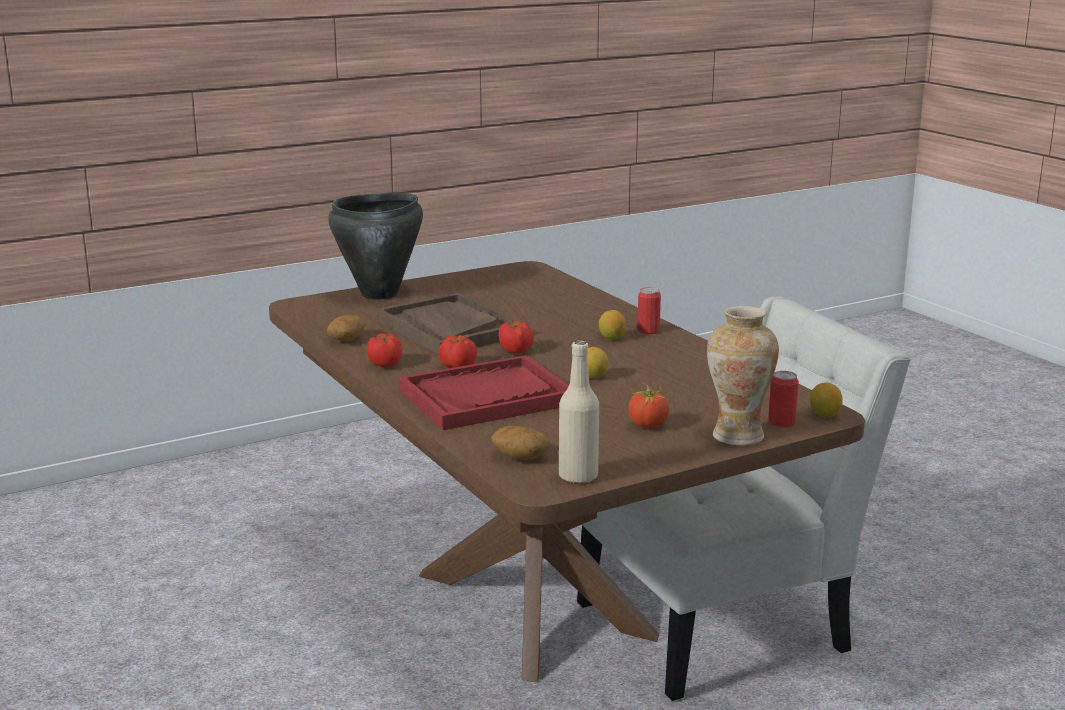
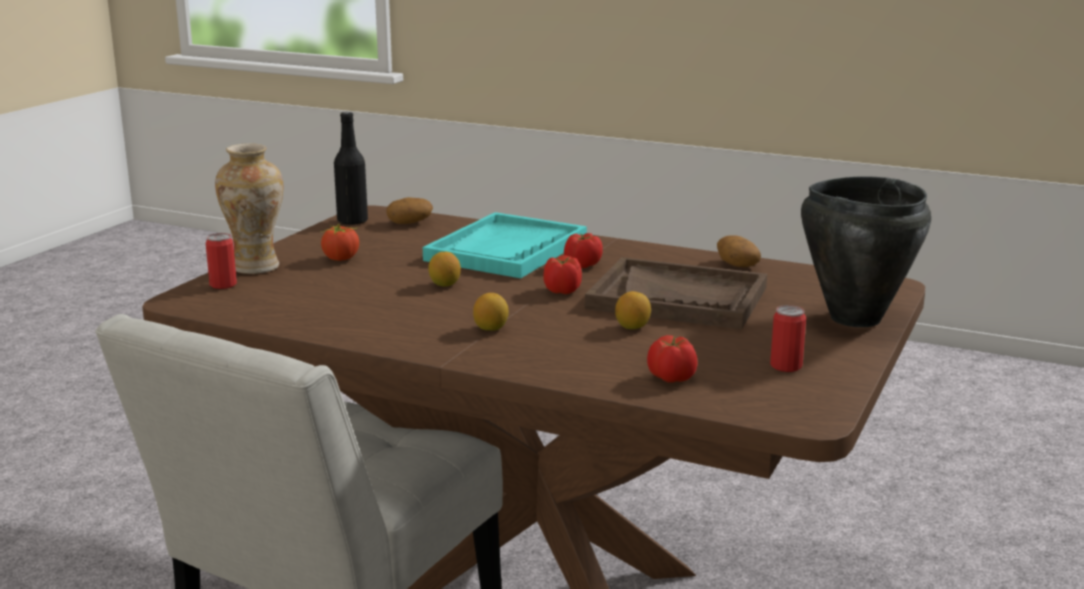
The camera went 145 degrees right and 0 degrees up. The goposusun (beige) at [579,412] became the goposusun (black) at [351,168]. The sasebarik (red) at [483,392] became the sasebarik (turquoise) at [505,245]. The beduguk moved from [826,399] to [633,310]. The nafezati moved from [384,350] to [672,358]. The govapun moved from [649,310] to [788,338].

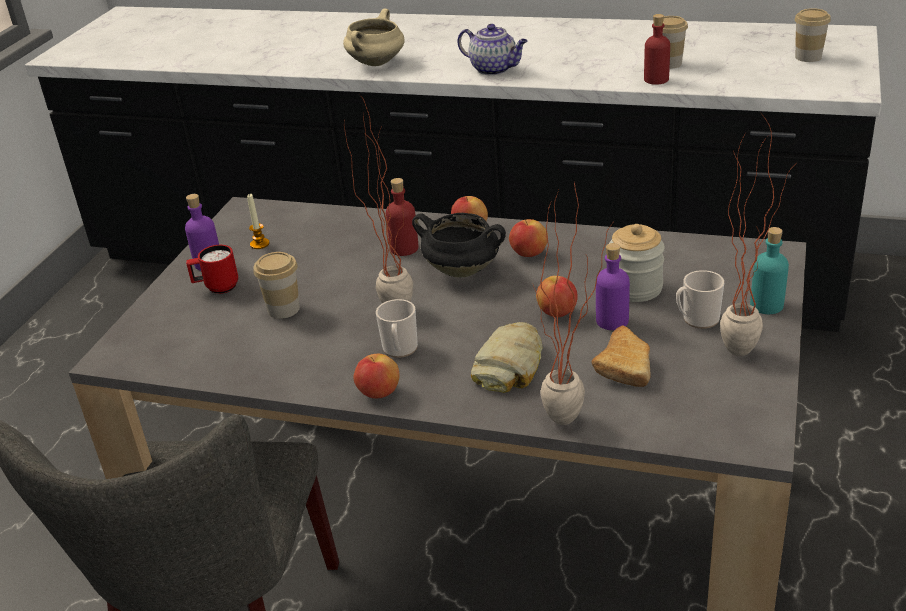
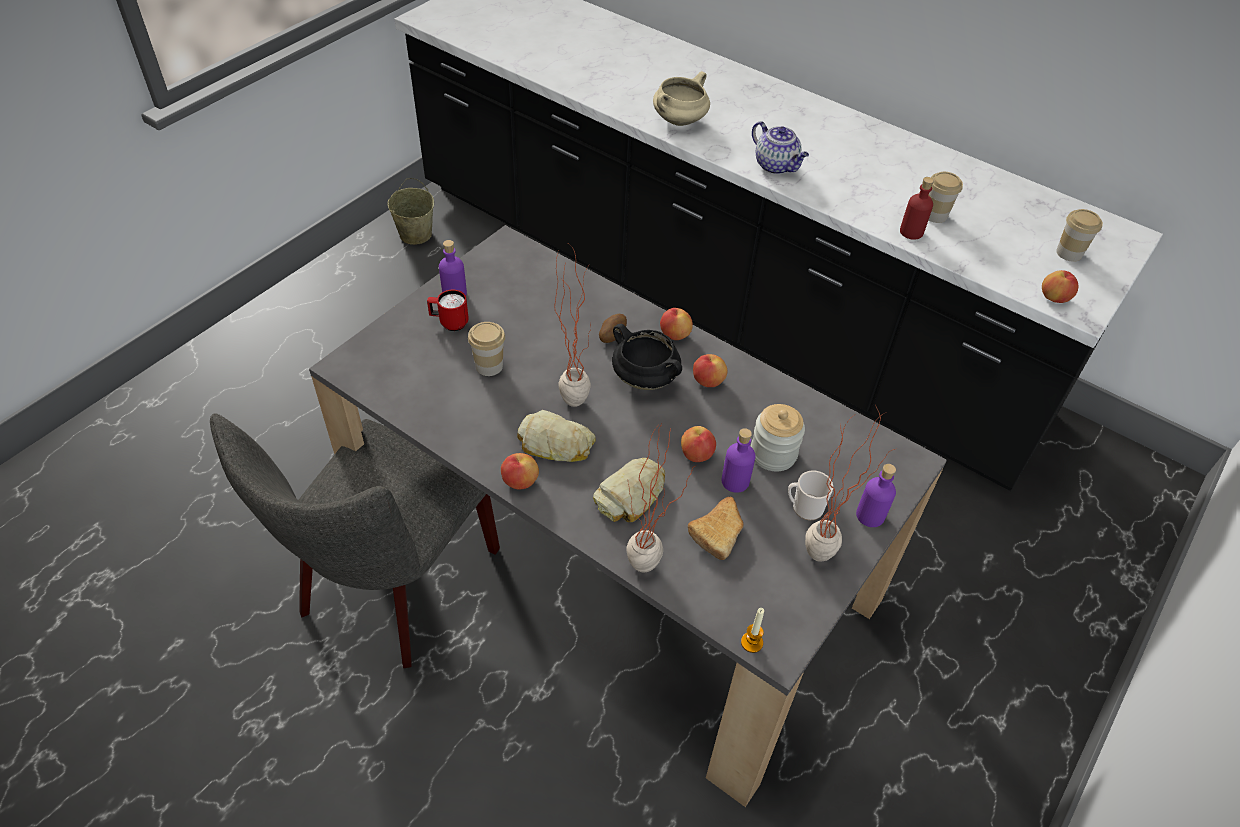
The camera went 15 degrees right and 15 degrees up. The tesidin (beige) at [411,211] appeared. The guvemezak at [397,328] was replaced by the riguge at [556,436]. The goposusun (red) at [402,217] was replaced by the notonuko at [613,328]. The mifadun moved from [258,221] to [752,630]. The goposusun (turquoise) at [769,270] became the goposusun (purple) at [876,495]. The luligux at [1060,286] appeared.

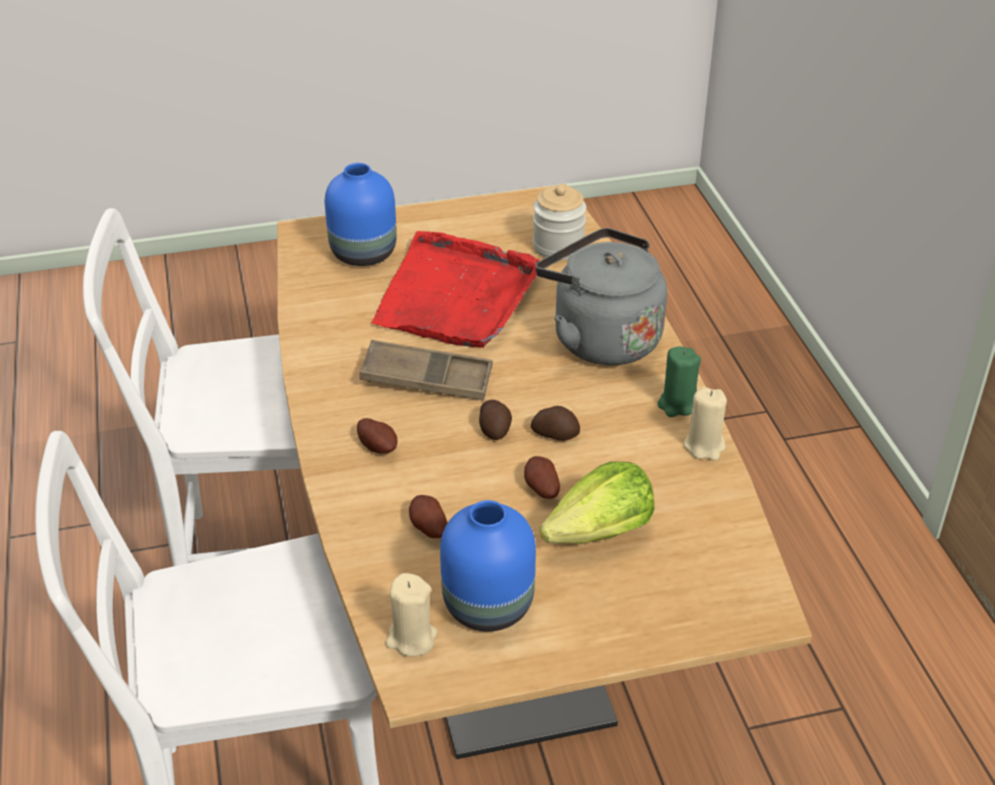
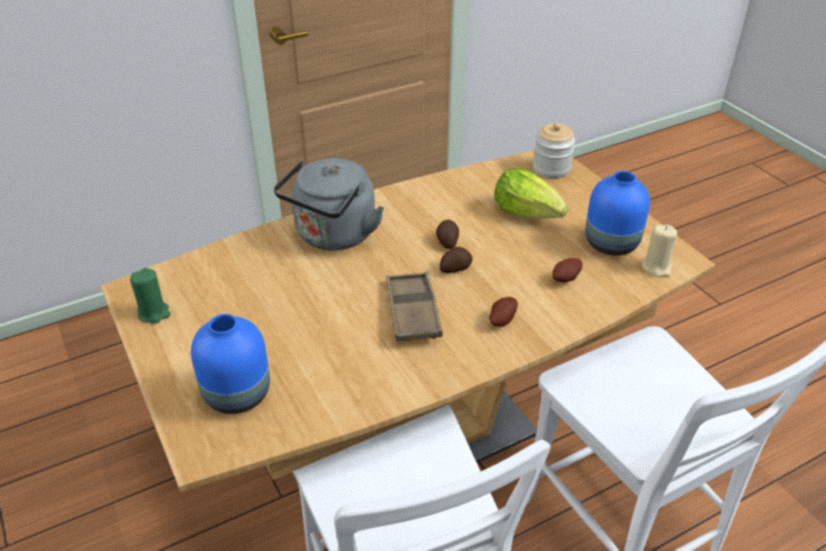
The camera went 105 degrees left and 0 degrees up. The mifadun (green) moved from [679,382] to [150,296]. The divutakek moved from [559,222] to [554,151]. The sasebarik (red) at [455,289] disappeared. The notonuko at [542,477] disappeared. The mifadun (beige) at [705,424] disappeared.

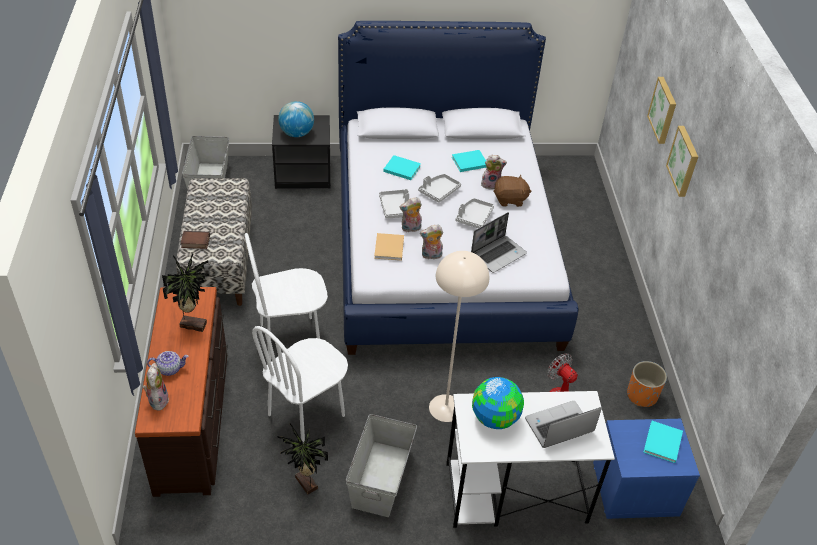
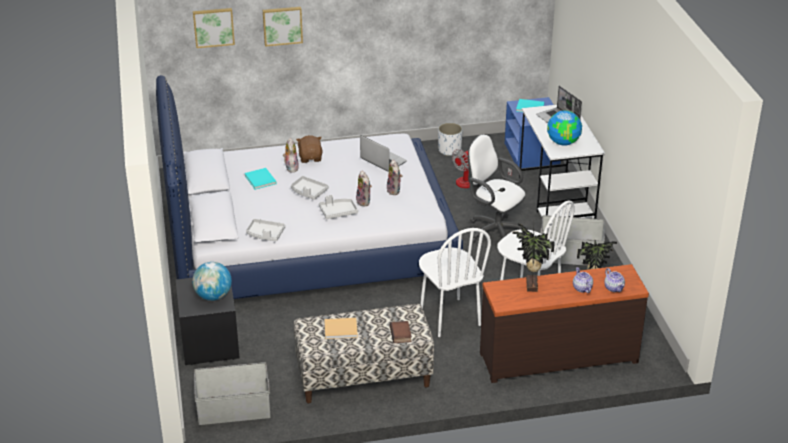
The camera went 95 degrees left and 10 degrees down. The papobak moved from [682,161] to [214,28]. The sasebarik (grey) moved from [474,213] to [265,230]. The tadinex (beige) moved from [389,247] to [341,328]. The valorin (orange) at [647,384] became the valorin (white) at [450,139]. The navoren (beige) at [459,336] was replaced by the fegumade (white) at [498,188]. The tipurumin at [156,387] was replaced by the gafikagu at [614,280]. The tadinex (turquoise) at [402,167] disappeared.

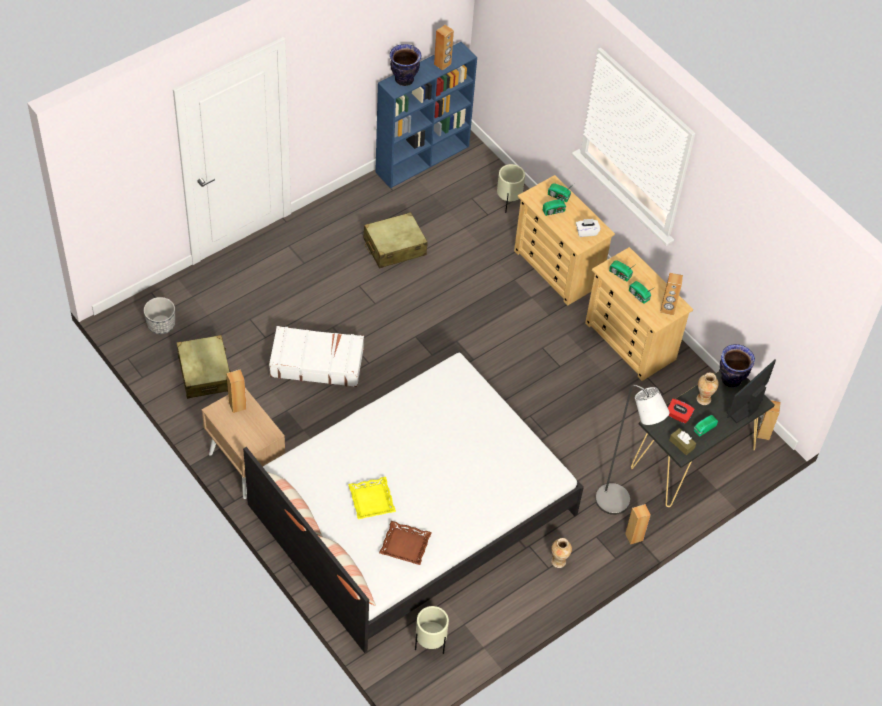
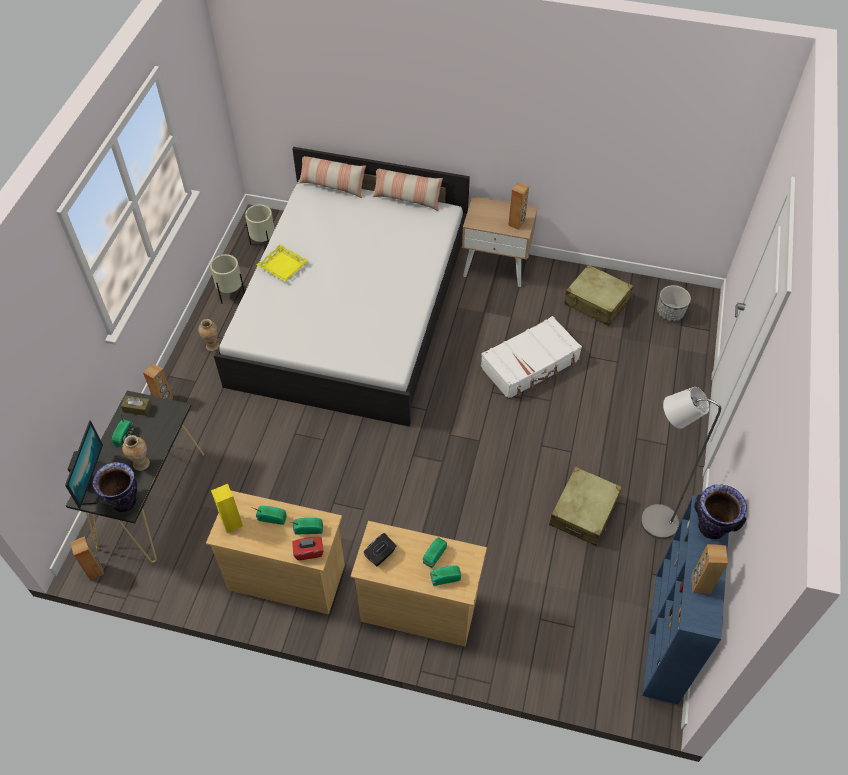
The camera went 145 degrees right and 0 degrees up. The valorin (beige) moved from [511,188] to [227,278]. The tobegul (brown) at [671,294] became the tobegul (yellow) at [227,508]. The sasebarik (yellow) moved from [372,498] to [283,263]. The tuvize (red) moved from [681,411] to [308,548]. The tuvize (white) at [588,228] became the tuvize (black) at [379,549]. The navoren (grey) moved from [632,450] to [681,463]. The sasebarik (brown) at [405,543] disappeared.

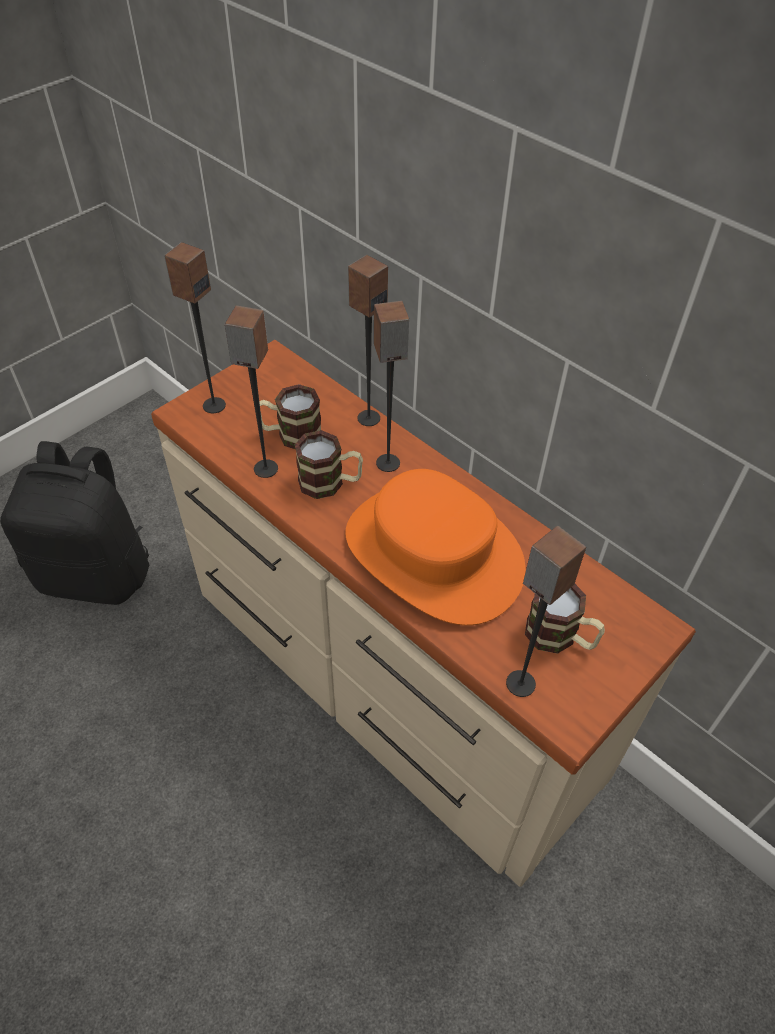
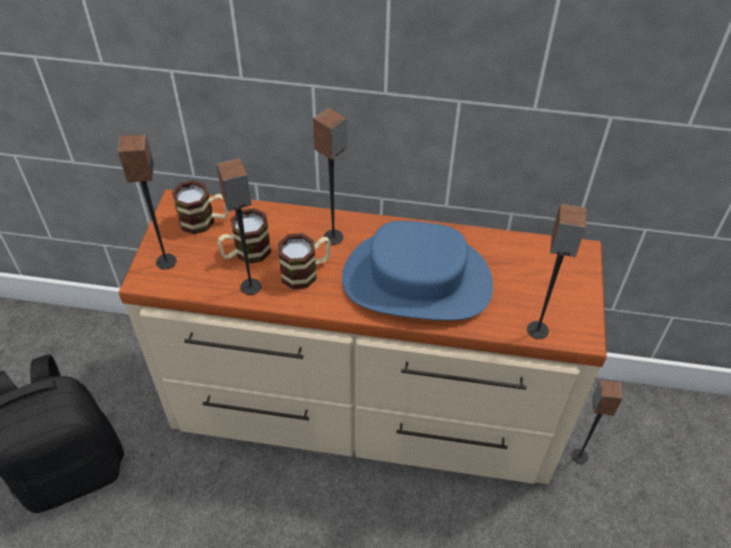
The camera went 35 degrees left and 0 degrees up. The guvemezak moved from [565,619] to [200,207]. The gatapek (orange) at [435,547] became the gatapek (blue) at [417,271]. The tobegul moved from [368,340] to [597,422].

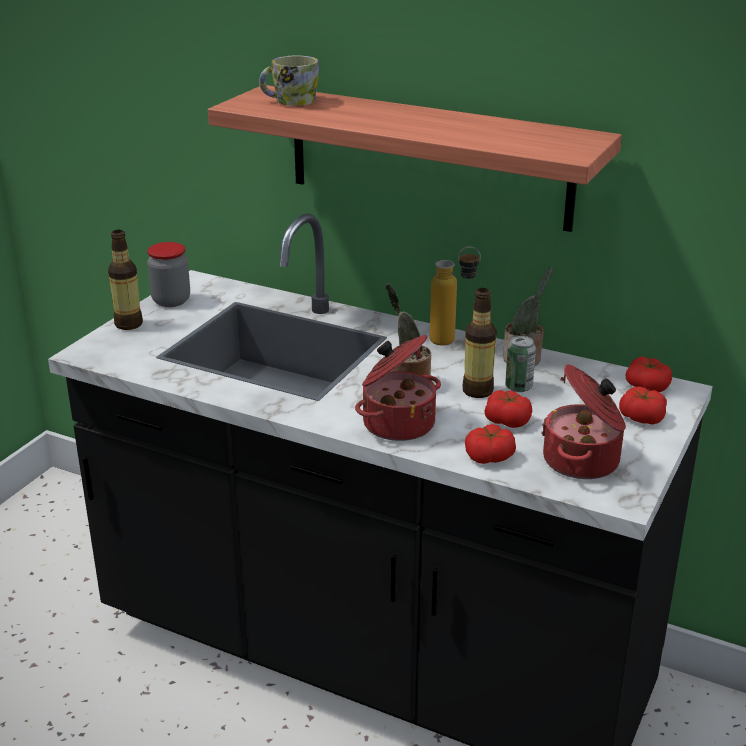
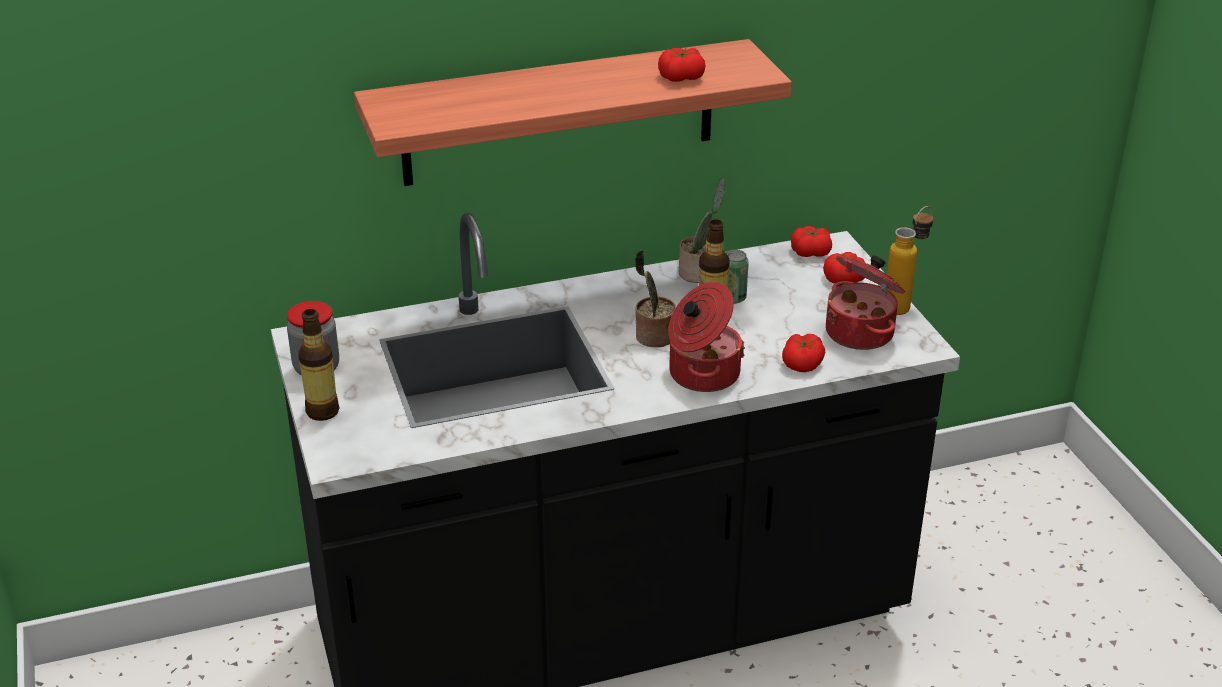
The camera went 45 degrees left and 5 degrees up. The nafezati moved from [508,409] to [681,65]. The goposusun moved from [455,296] to [910,260]. The guvemezak at [289,81] disappeared.

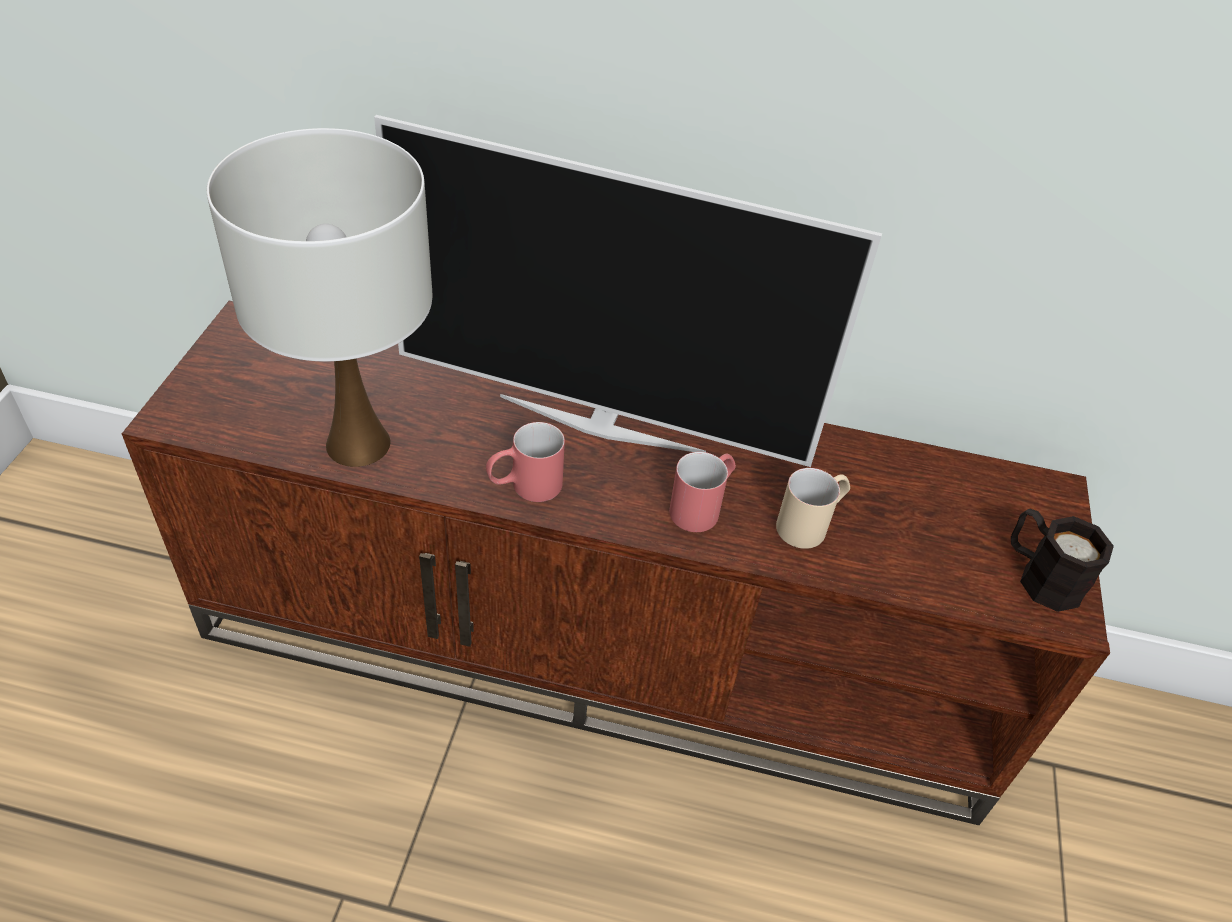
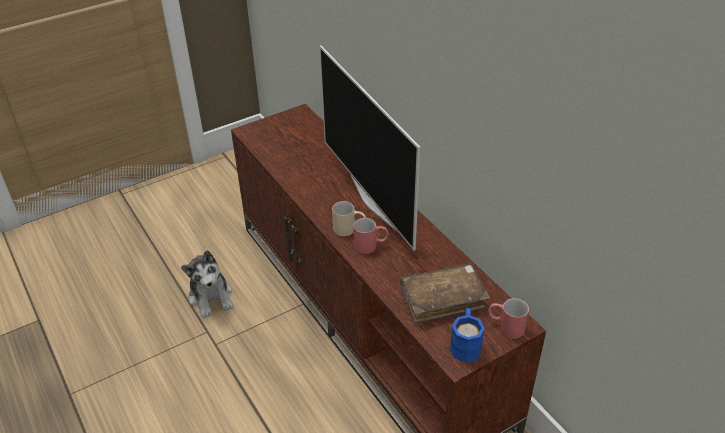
The camera went 50 degrees right and 5 degrees down. The tipurumin at [207,284] appeared. The guvemezak (beige) moved from [813,508] to [349,218]. The tadinex (brown) at [445,294] appeared. The guvemezak (black) at [1062,560] became the guvemezak (blue) at [467,335]. The guvemezak (red) moved from [525,462] to [508,318]. The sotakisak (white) at [319,297] disappeared.

